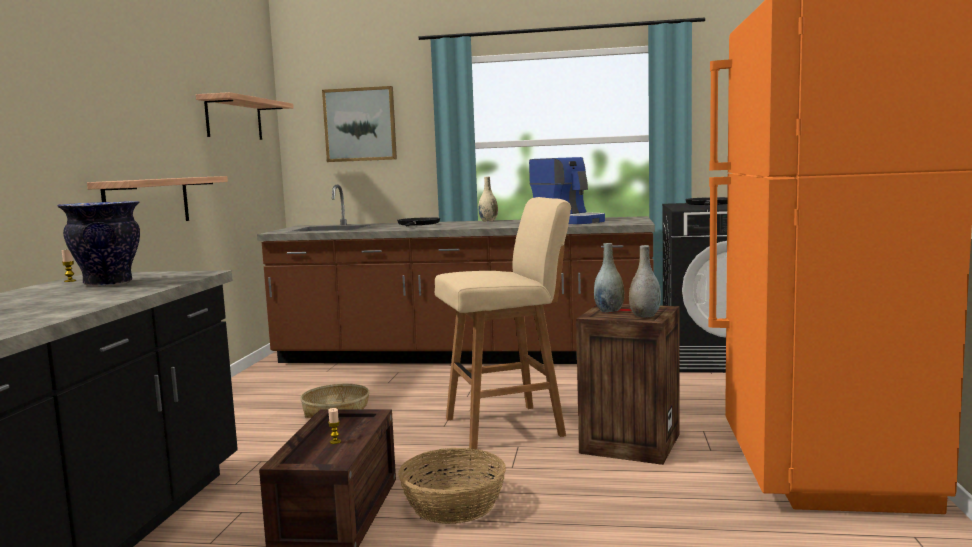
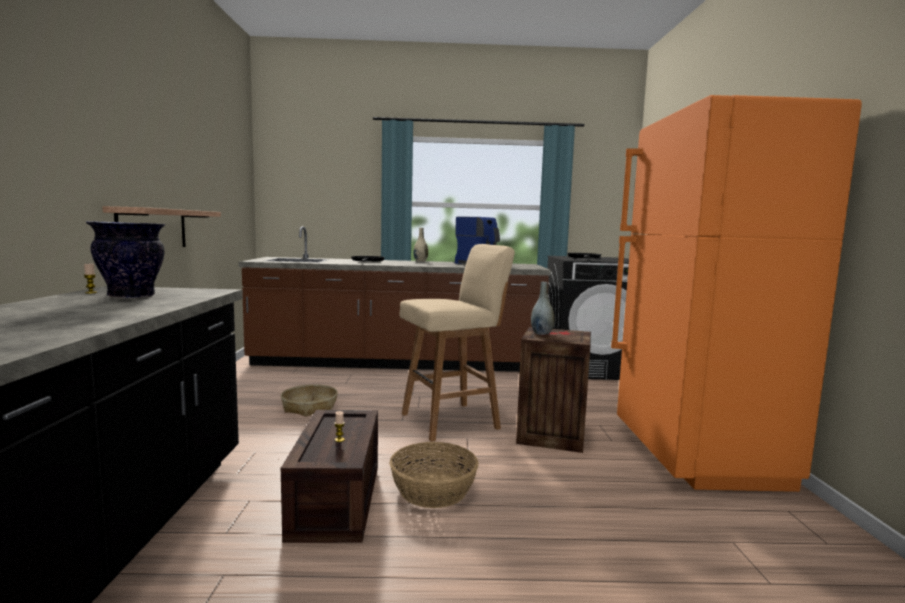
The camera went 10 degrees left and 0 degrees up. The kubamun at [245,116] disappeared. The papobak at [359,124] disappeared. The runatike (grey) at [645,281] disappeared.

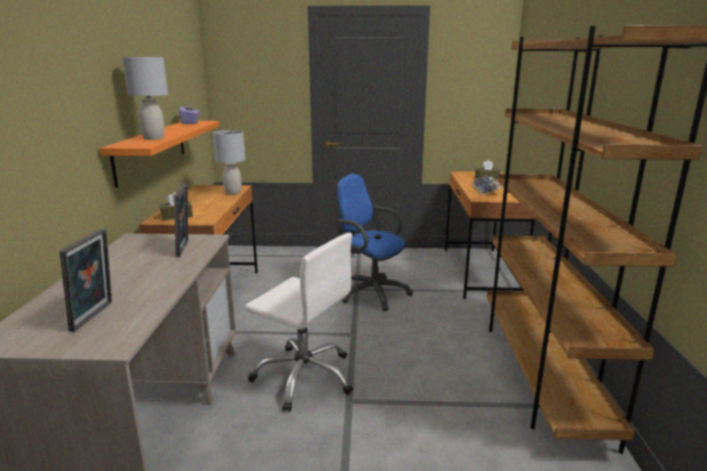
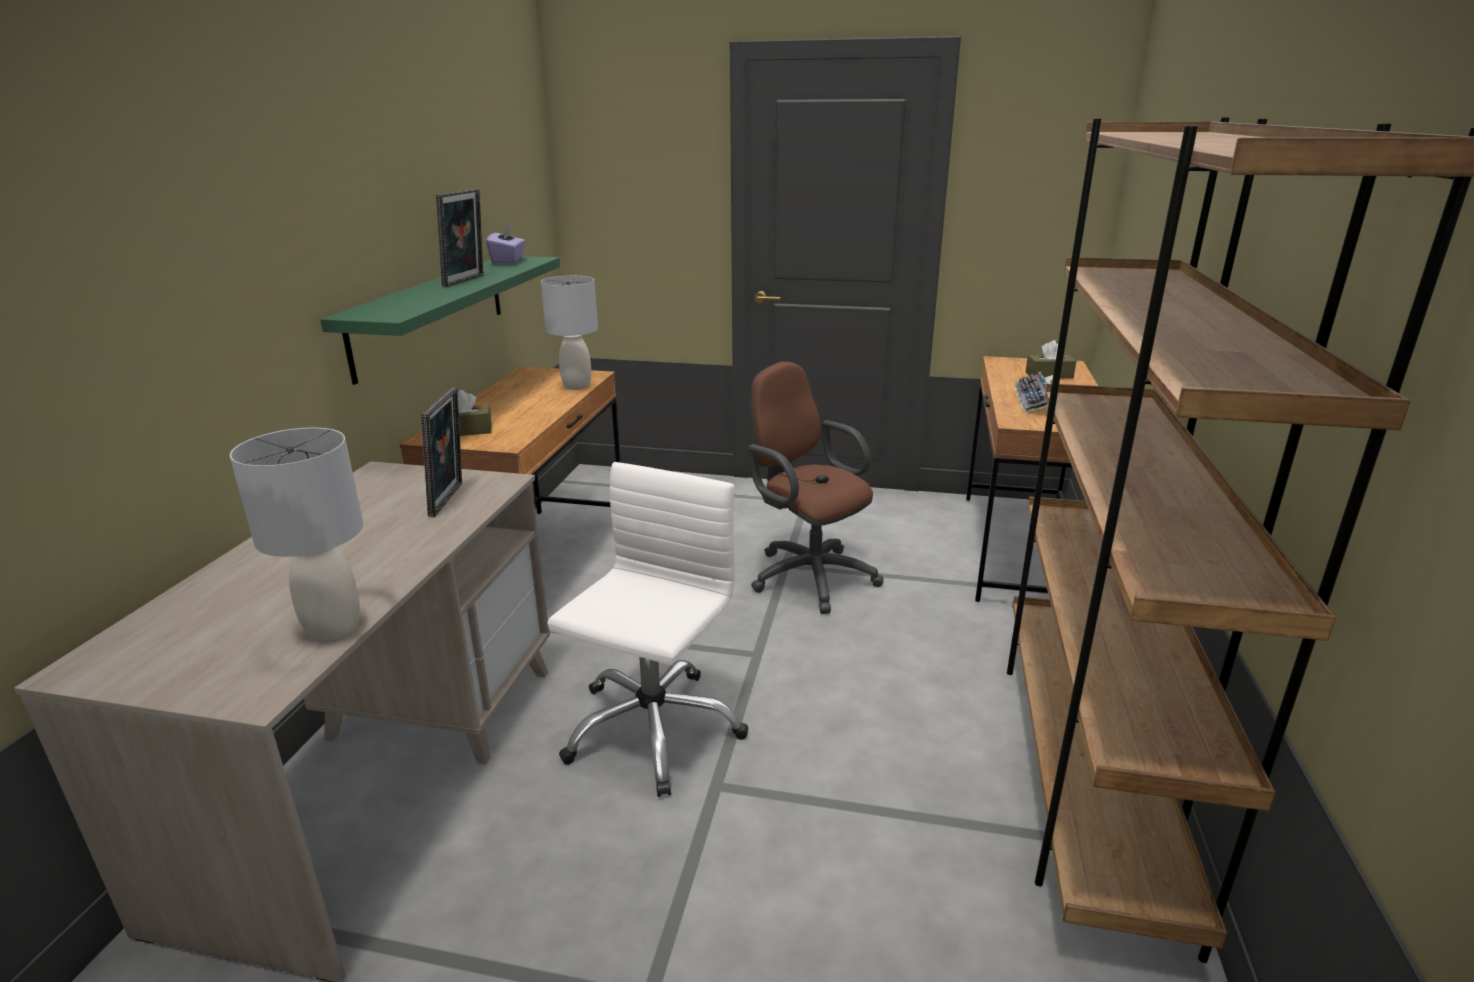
The camera went 10 degrees right and 5 degrees up. The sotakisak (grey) moved from [145,98] to [296,534]. The kubamun (orange) at [159,154] became the kubamun (green) at [440,320]. The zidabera moved from [85,280] to [459,238]. The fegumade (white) at [299,322] turned 105 degrees counterclockwise. The fegumade (blue) at [374,242] became the fegumade (brown) at [816,487].

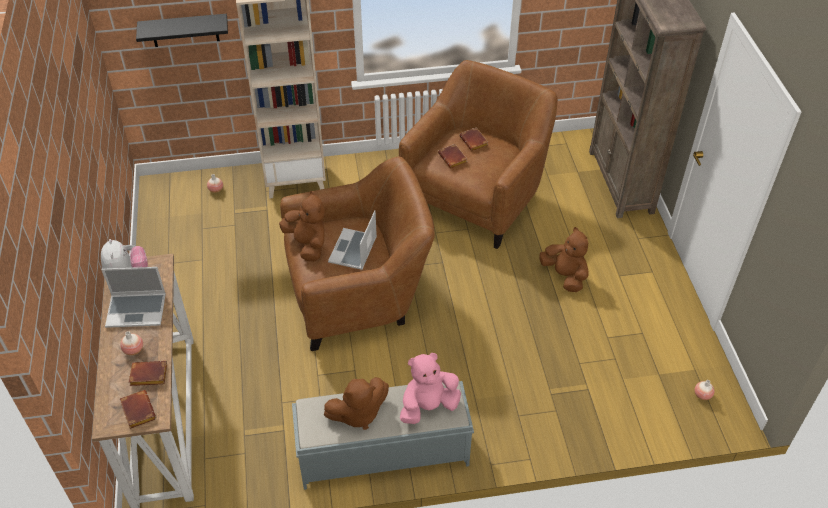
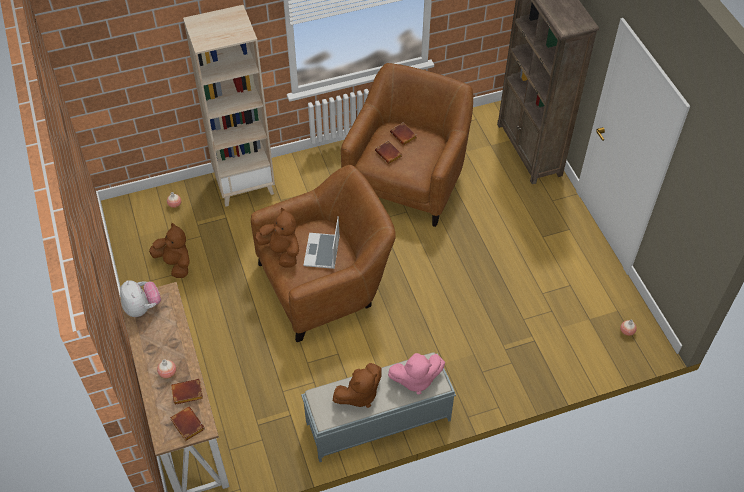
The camera went 10 degrees left and 5 degrees up. The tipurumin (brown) moved from [564,259] to [169,250]. The tipurumin (pink) at [430,388] turned 150 degrees counterclockwise. The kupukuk at [134,297] disappeared. The kubamun (black) at [182,30] disappeared.

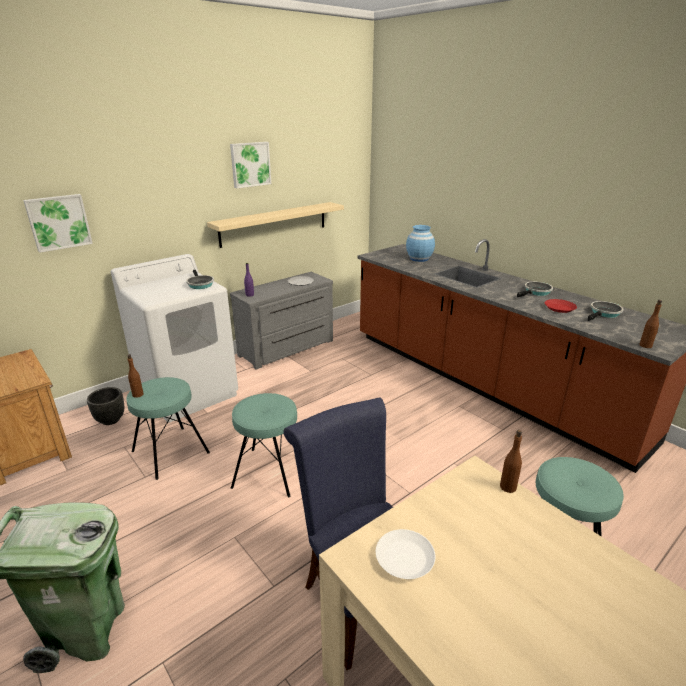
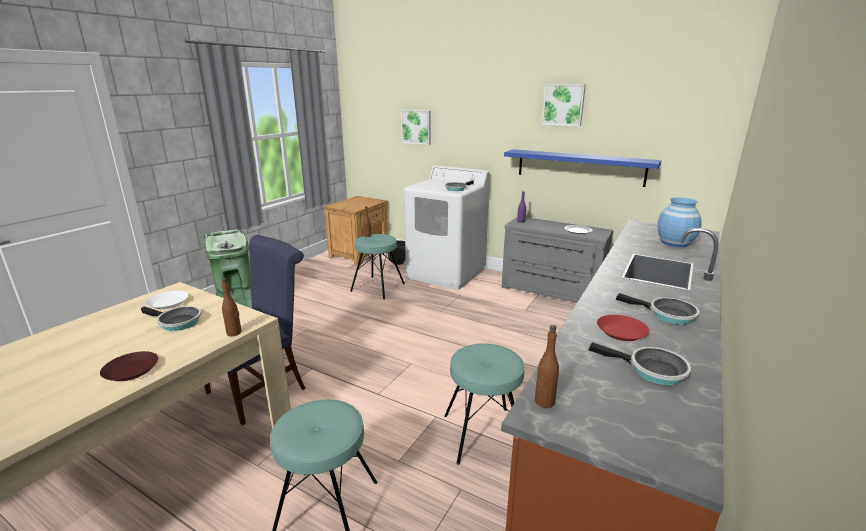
The camera went 70 degrees right and 5 degrees down. The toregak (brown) at [129,366] appeared. The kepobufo at [171,318] appeared. The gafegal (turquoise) moved from [264,445] to [484,404]. The kubamun (beige) at [275,225] became the kubamun (blue) at [582,168].

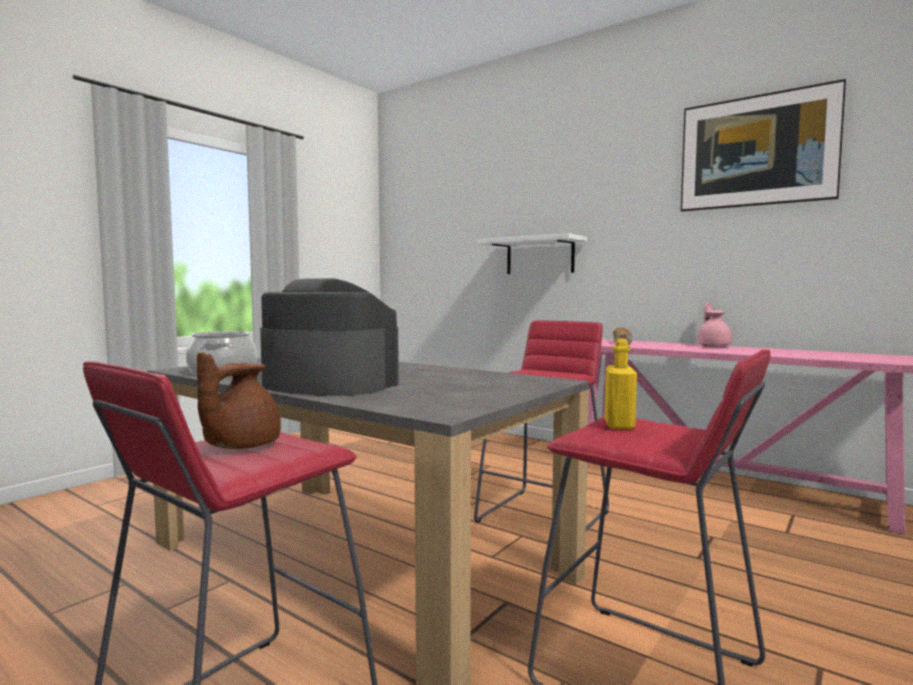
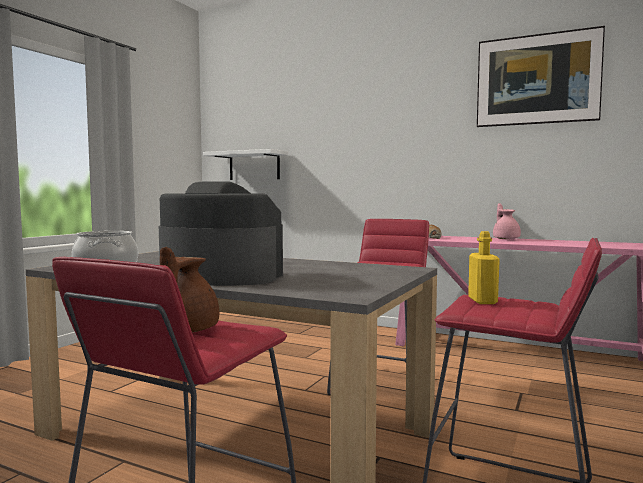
The camera went 10 degrees left and 0 degrees up. The kubamun (white) moved from [532,253] to [245,164].

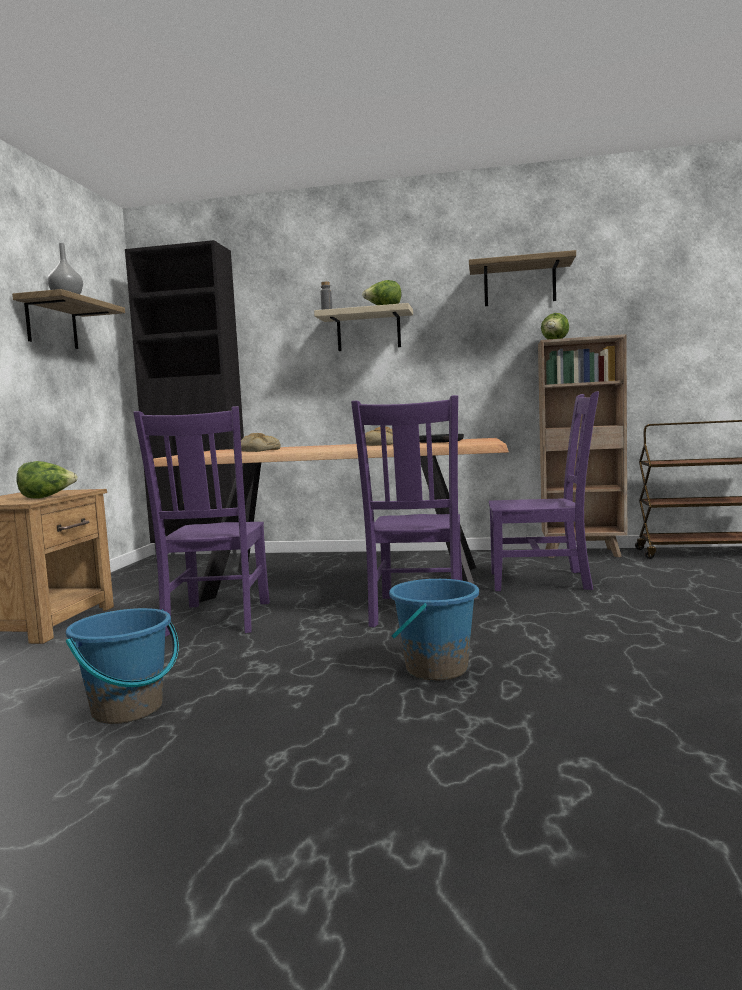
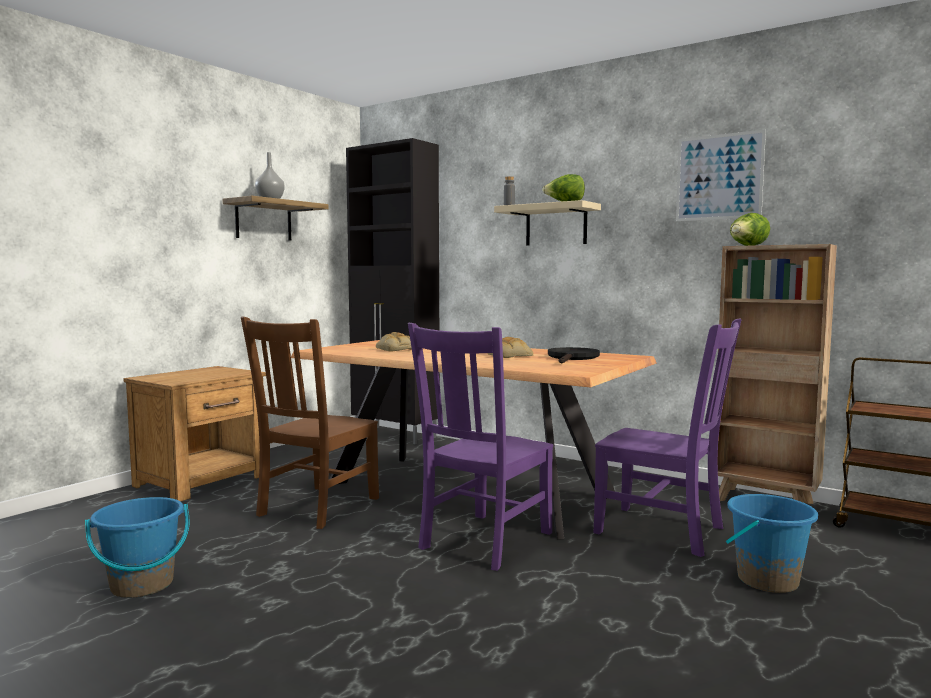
The camera went 25 degrees right and 0 degrees up. The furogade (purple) at [201,521] became the furogade (brown) at [310,423]. The kubamun at [522,278] was replaced by the papobak at [721,175]. The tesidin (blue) moved from [434,630] to [772,543]. The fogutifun at [47,480] disappeared.

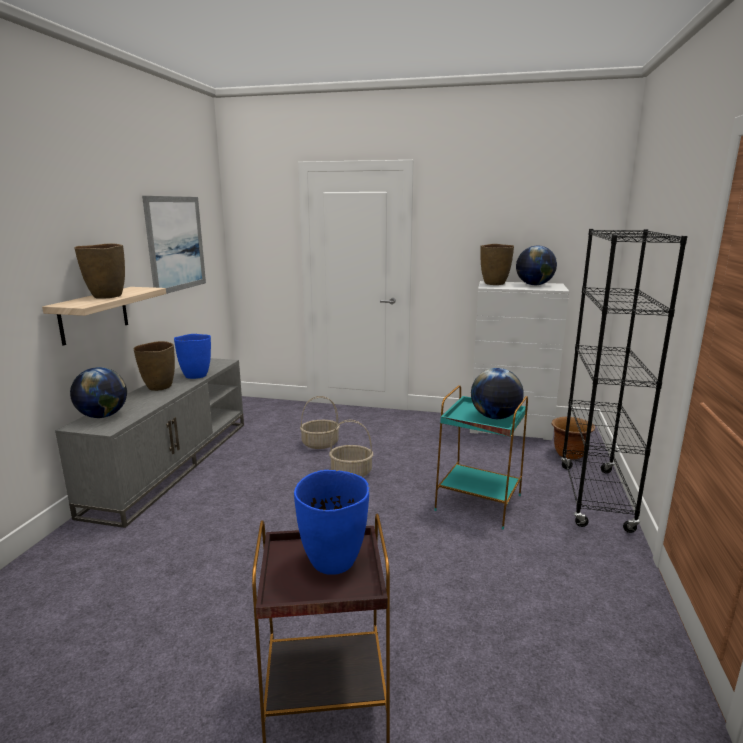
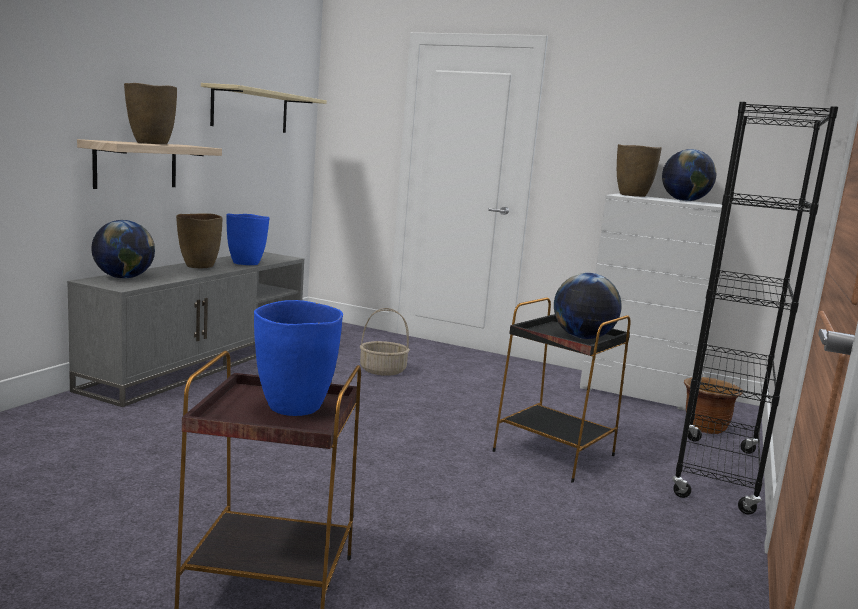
The camera went 10 degrees right and 5 degrees down. The papobak at [174,245] was replaced by the kubamun (beige) at [264,108]. The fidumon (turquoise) at [481,457] became the fidumon (black) at [562,390]. The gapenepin at [351,448] disappeared.

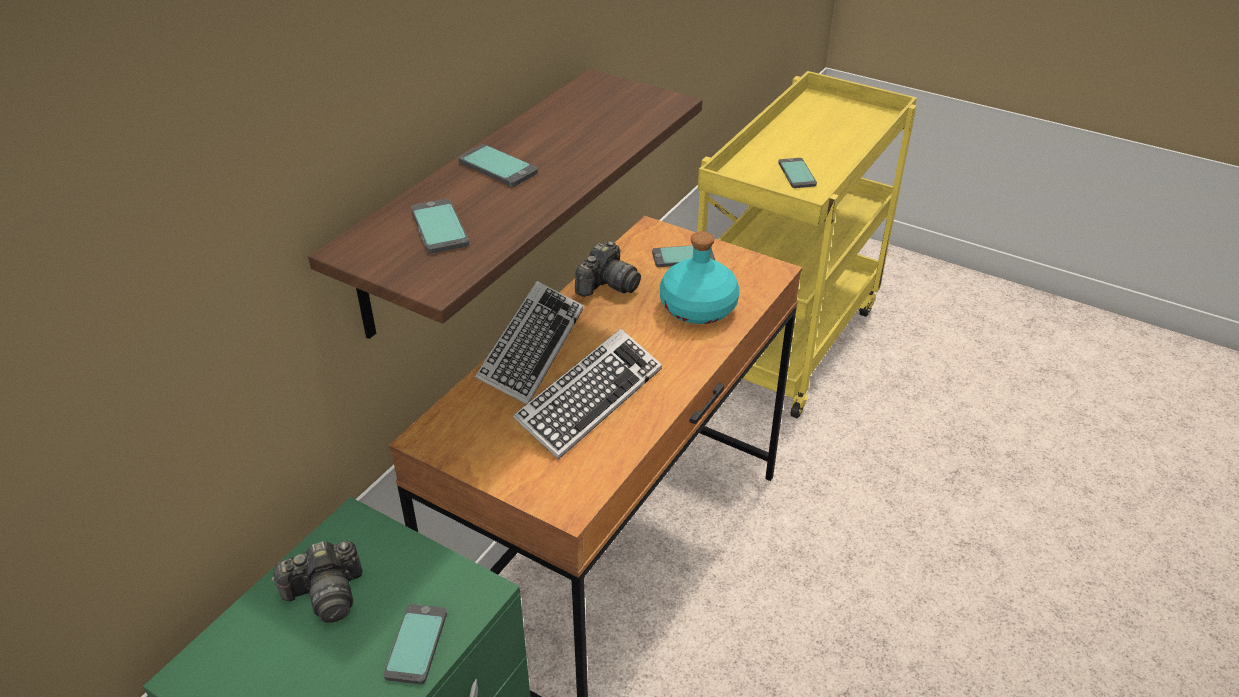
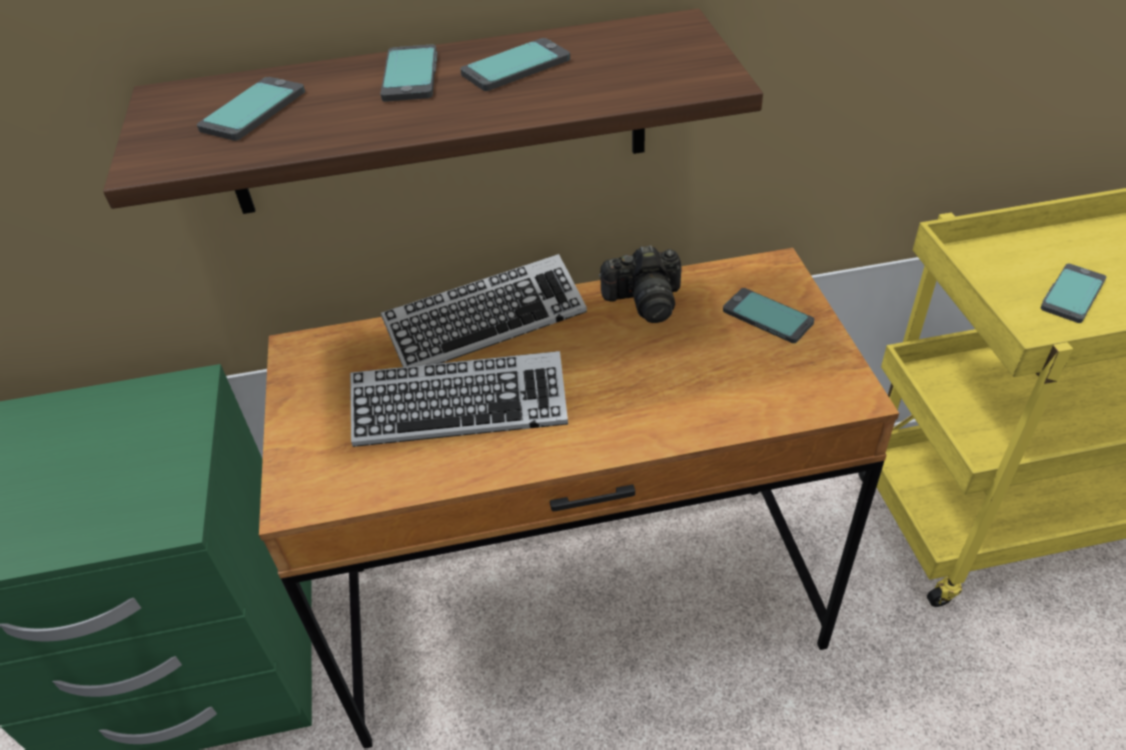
The camera went 50 degrees right and 5 degrees up. The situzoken moved from [415,644] to [515,64]. The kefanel at [317,582] disappeared. The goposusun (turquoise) at [700,277] disappeared.

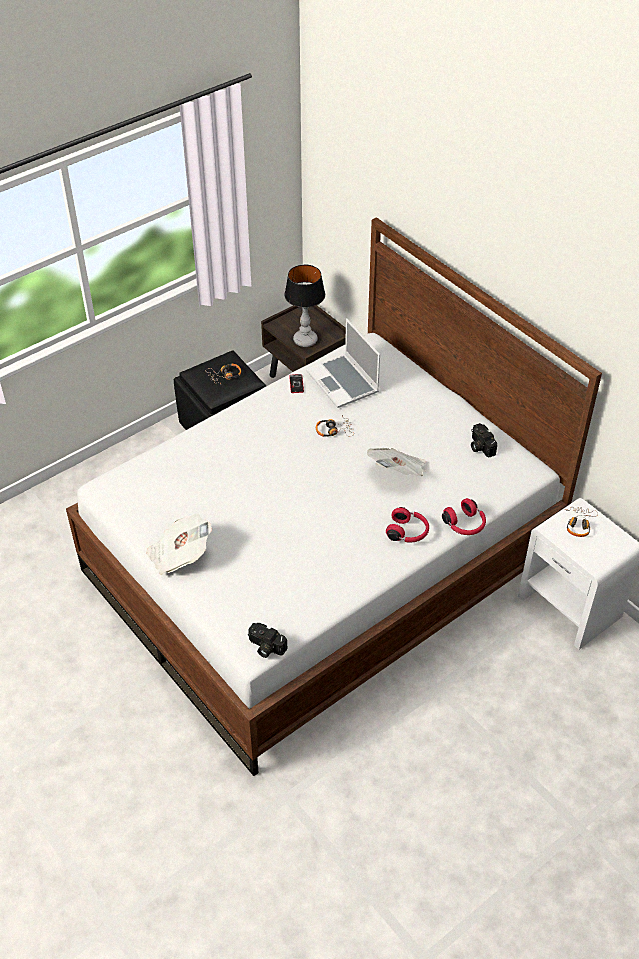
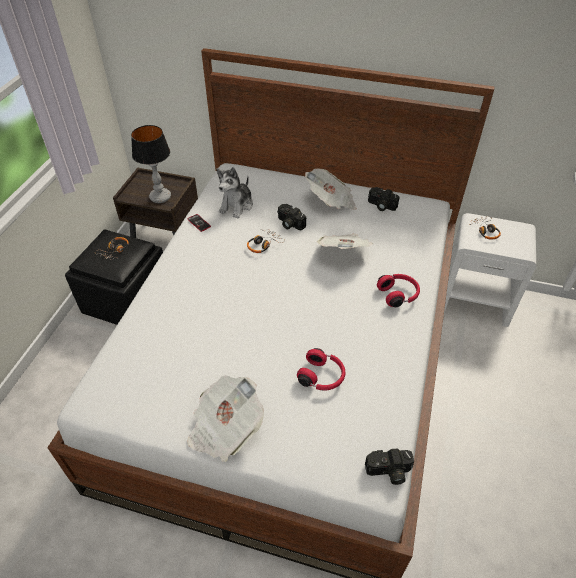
The camera went 35 degrees left and 0 degrees up. The kupukuk at [343,363] was replaced by the tipurumin at [235,193]. The kefanel at [291,217] appeared. The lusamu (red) moved from [464,516] to [321,369]. The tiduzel at [331,189] appeared.

